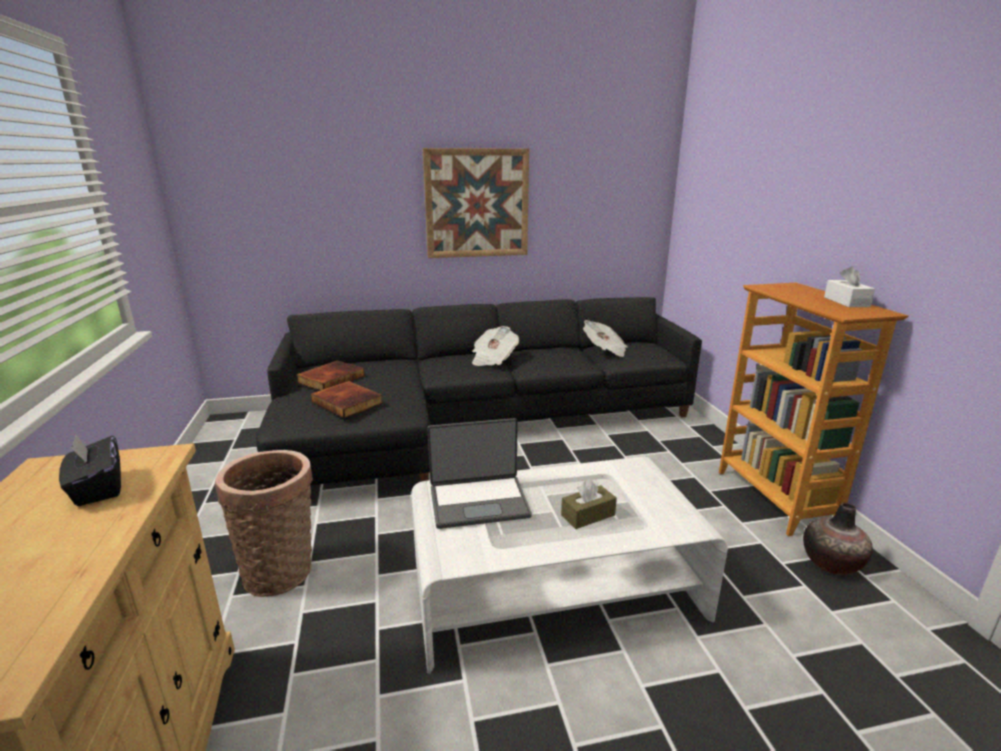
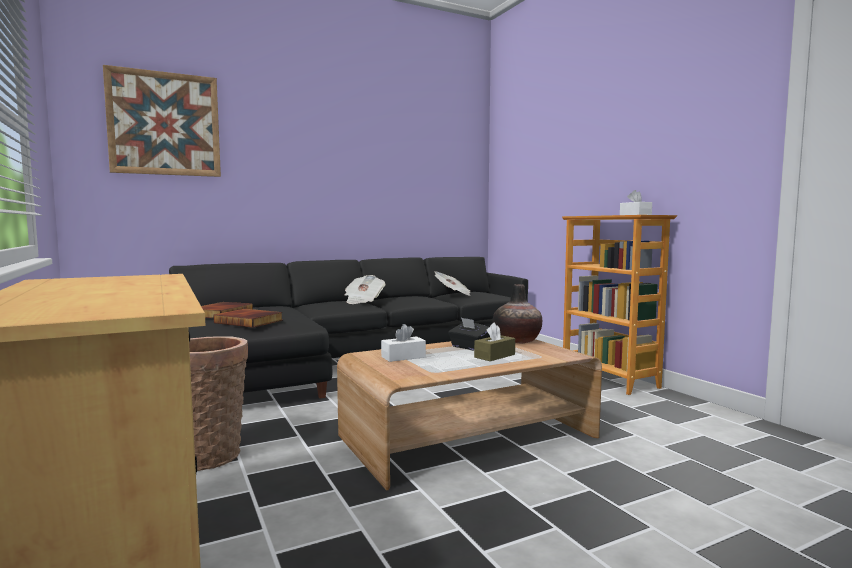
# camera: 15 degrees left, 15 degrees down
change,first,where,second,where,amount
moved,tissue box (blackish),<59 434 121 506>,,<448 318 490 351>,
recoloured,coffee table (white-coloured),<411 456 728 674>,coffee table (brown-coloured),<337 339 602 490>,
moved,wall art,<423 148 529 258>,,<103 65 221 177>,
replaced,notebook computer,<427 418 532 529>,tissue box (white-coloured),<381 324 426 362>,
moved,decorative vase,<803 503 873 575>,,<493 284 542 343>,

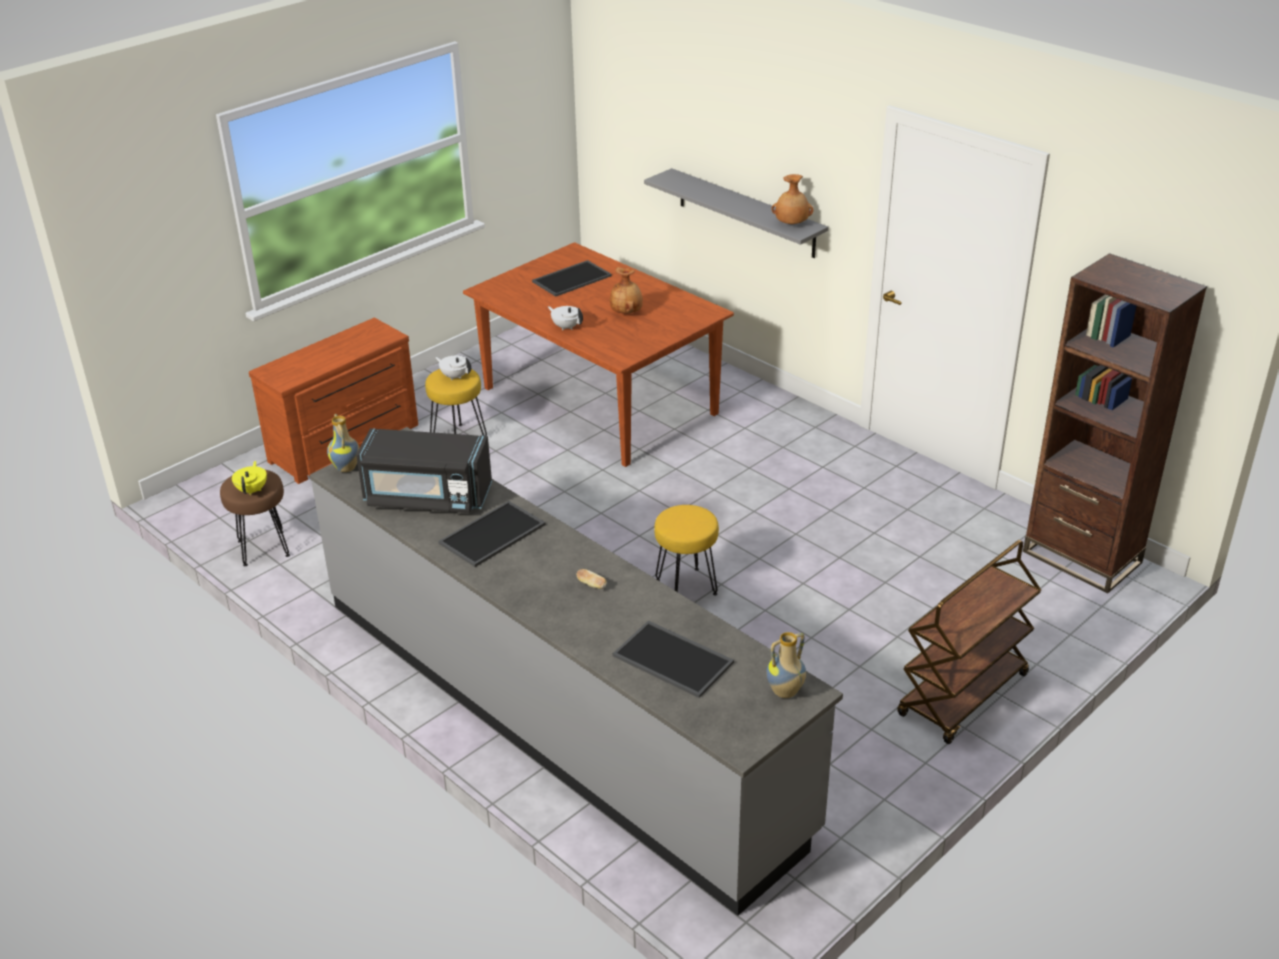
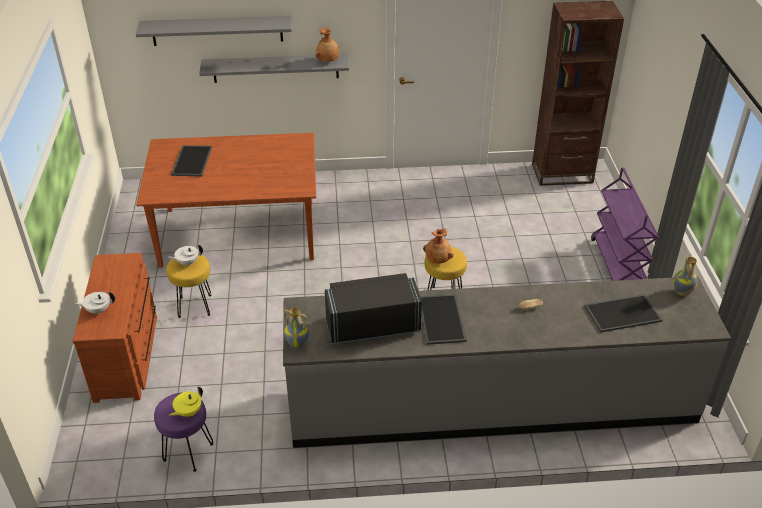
# camera: 50 degrees left, 5 degrees up
change,first,where,second,where,amount
recoloured,stool (brown-coloured),<220 469 290 566>,stool (purple-coloured),<154 393 213 472>,
turned,tea pot (yellowish),<232 461 267 495>,,<169 387 203 417>,90 degrees counterclockwise
turned,microwave (blackish),<356 428 492 513>,,<325 273 422 344>,150 degrees counterclockwise
moved,tea pot (white-coloured),<548 306 583 330>,,<75 292 115 315>,
moved,decorative vase (brown-coloured),<610 267 643 314>,,<423 229 454 264>,
recoloured,trolley (brown-coloured),<897 540 1041 744>,trolley (purple-coloured),<591 168 659 281>,
added,,,bracket shelf (greyish),<136 16 292 46>,

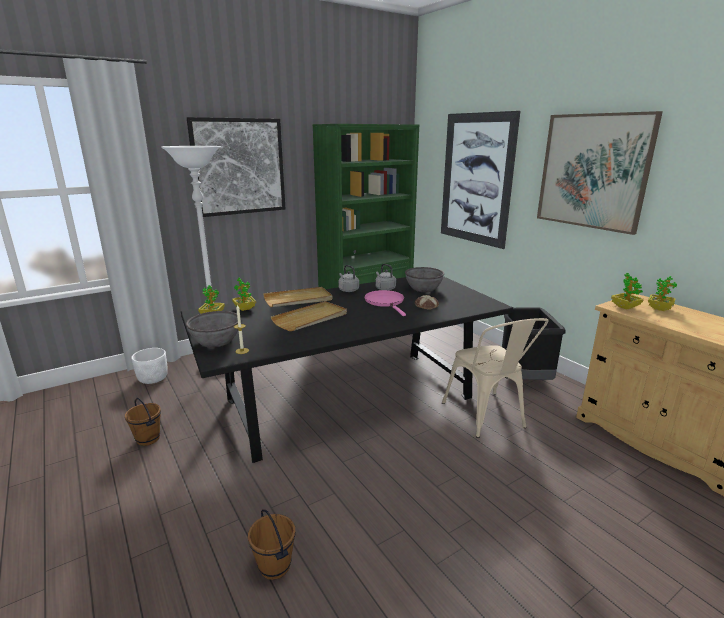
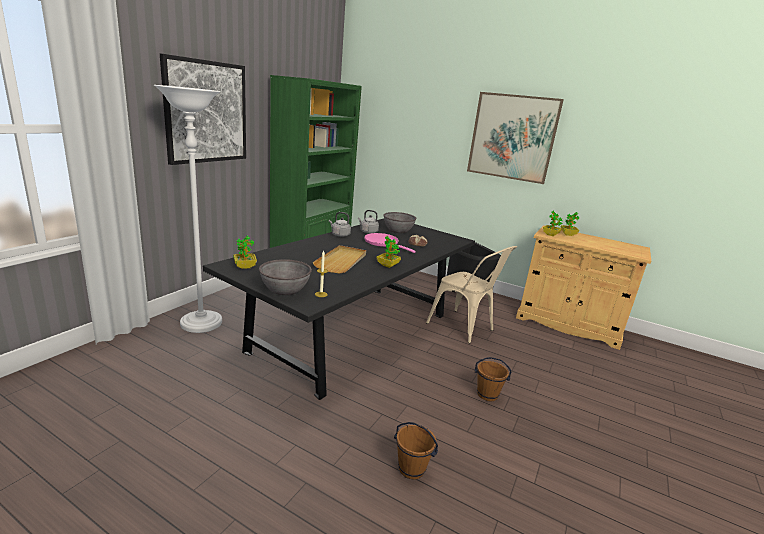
# camera: 30 degrees left, 0 degrees up
change,first,where,second,where,amount
moved,water bucket (brown-coloured),<125 398 161 446>,,<475 357 512 401>,
removed,planter (white-coloured),<131 348 168 384>,,,
moved,houseplant,<232 278 256 311>,,<377 236 401 268>,
removed,tray (beige-coloured),<263 287 332 307>,,,
removed,wall art,<441 111 520 249>,,,

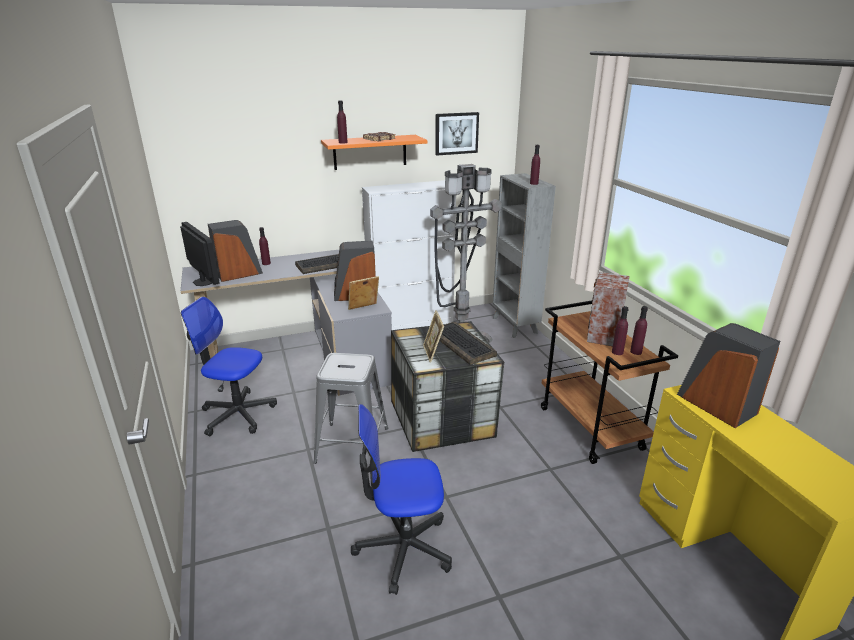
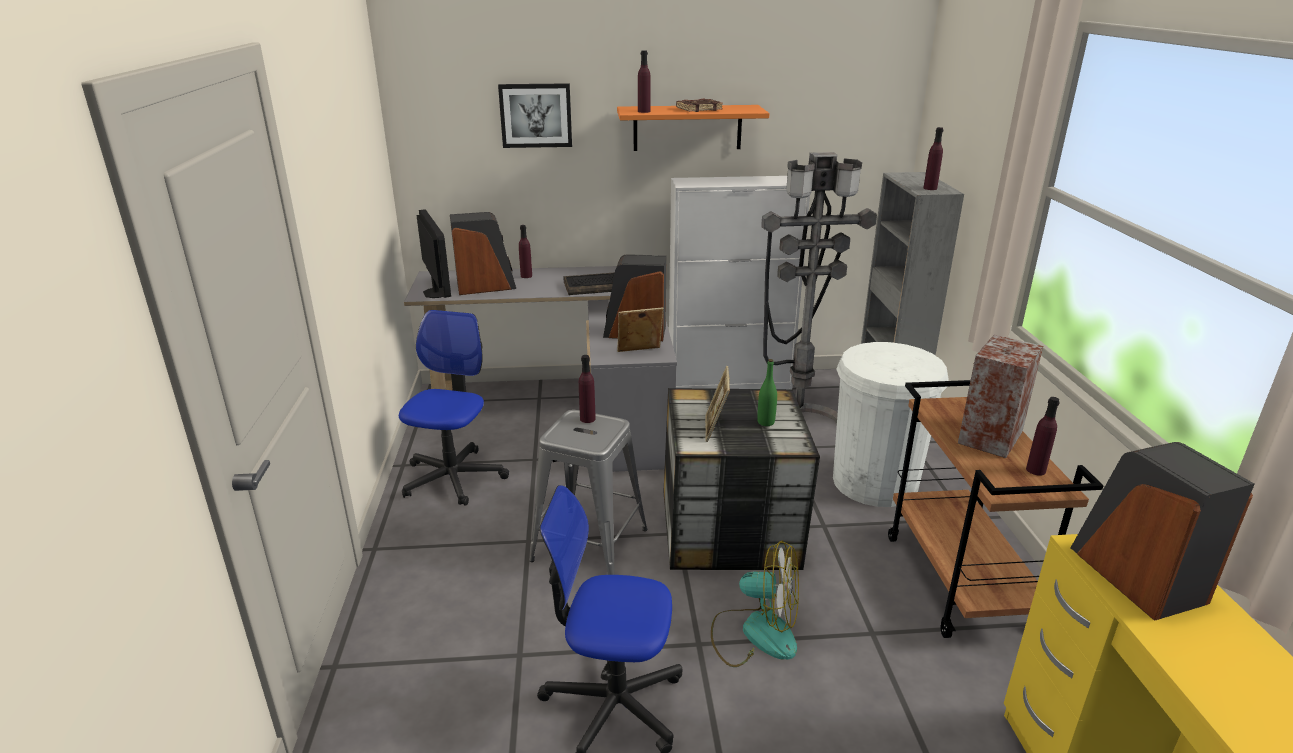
# camera: 15 degrees right, 0 degrees up
change,first,where,second,where,amount
turned,office chair,<181 297 277 436>,,<399 310 509 506>,75 degrees clockwise
moved,wall art,<435 112 479 155>,,<498 83 572 148>,
replaced,keyboard,<439 322 497 365>,drink bottle (greenish),<757 359 777 426>,
moved,drink bottle (purple-coloured),<612 306 628 355>,,<579 355 596 423>,
added,,,fan,<711 541 799 667>,
added,,,rubbish bin (white-coloured),<833 342 948 507>,

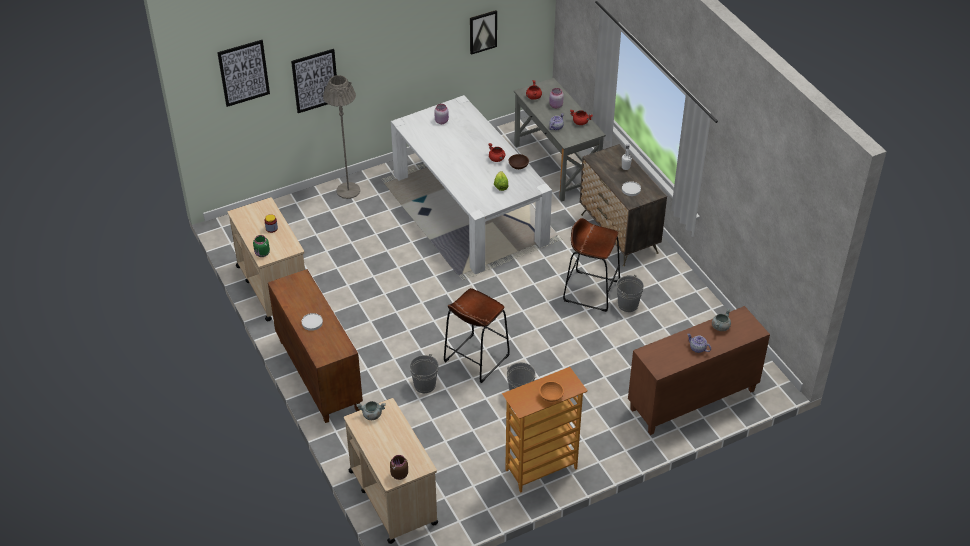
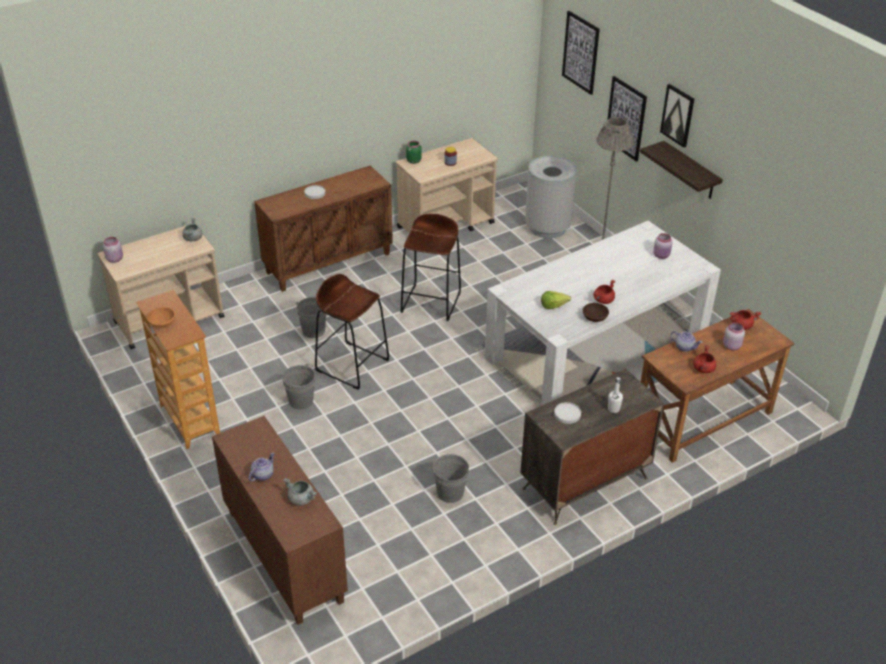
# camera: 85 degrees right, 5 degrees down
change,first,where,second,where,amount
recoloured,jar (brown-coloured),<390 455 408 480>,jar (pink),<103 237 123 263>,
moved,wall art,<470 10 497 55>,,<660 84 694 148>,
recoloured,desk unit (greyish),<514 78 606 202>,desk unit (brown-coloured),<641 309 795 463>,
moved,stool (brown-coloured),<563 218 620 312>,,<400 214 461 321>,
added,,,rubbish bin (greyish),<525 156 577 238>,
added,,,bracket shelf,<640 141 723 199>,

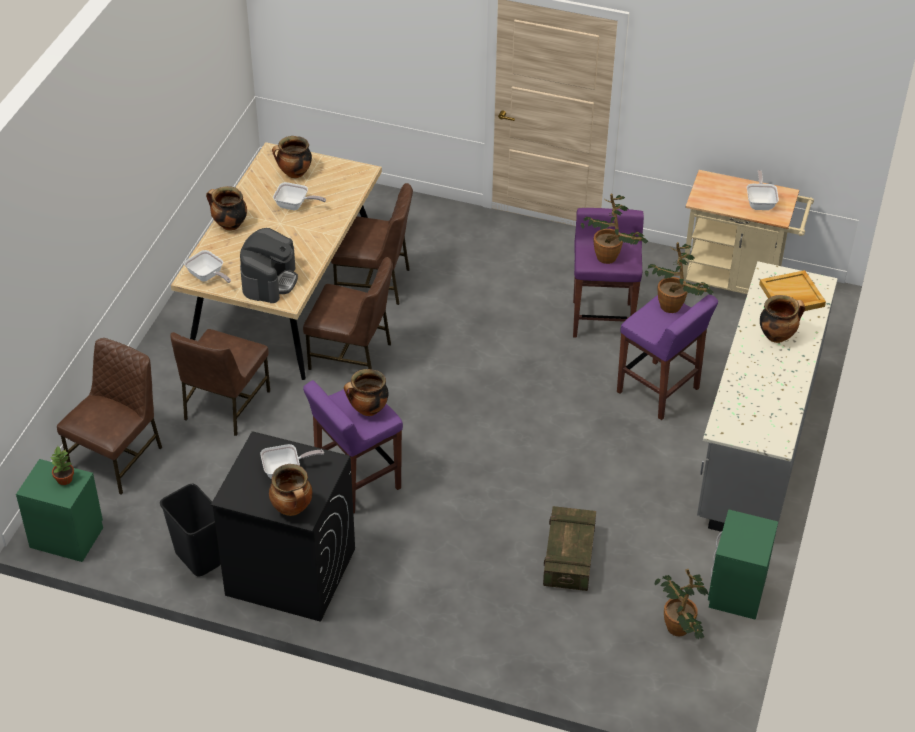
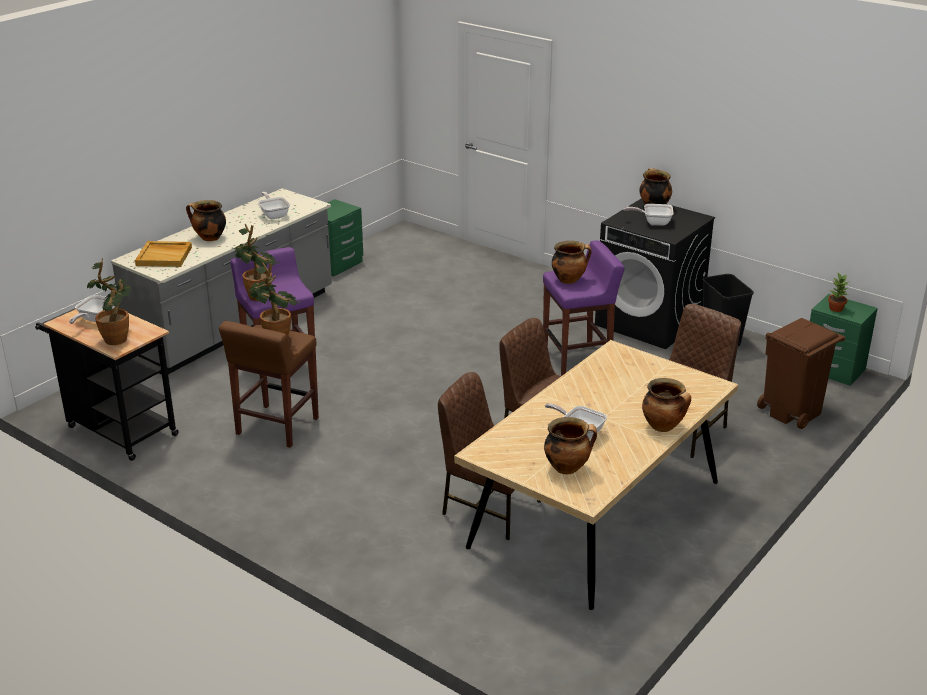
# camera: 160 degrees left, 15 degrees down
change,first,where,second,where,amount
replaced,upright chair (brown-coloured),<57 338 162 495>,rubbish bin (brown-coloured),<757 318 845 429>,
moved,skillet,<184 250 231 283>,,<258 192 290 219>,
removed,coffee brewer,<240 228 298 303>,,,
removed,shipping crate,<543 506 596 591>,,,
recoloured,stool (purple-coloured),<573 208 644 338>,stool (brown-coloured),<219 321 319 448>,
moved,houseplant,<655 569 708 639>,,<87 258 131 345>,
recoloured,trolley (beige-coloured),<683 170 814 294>,trolley (blackish),<35 308 179 461>,

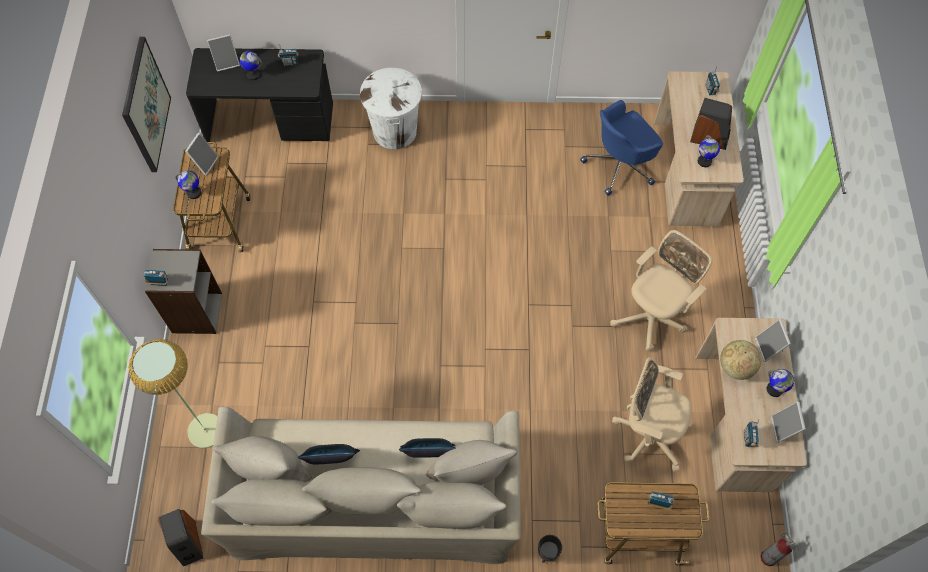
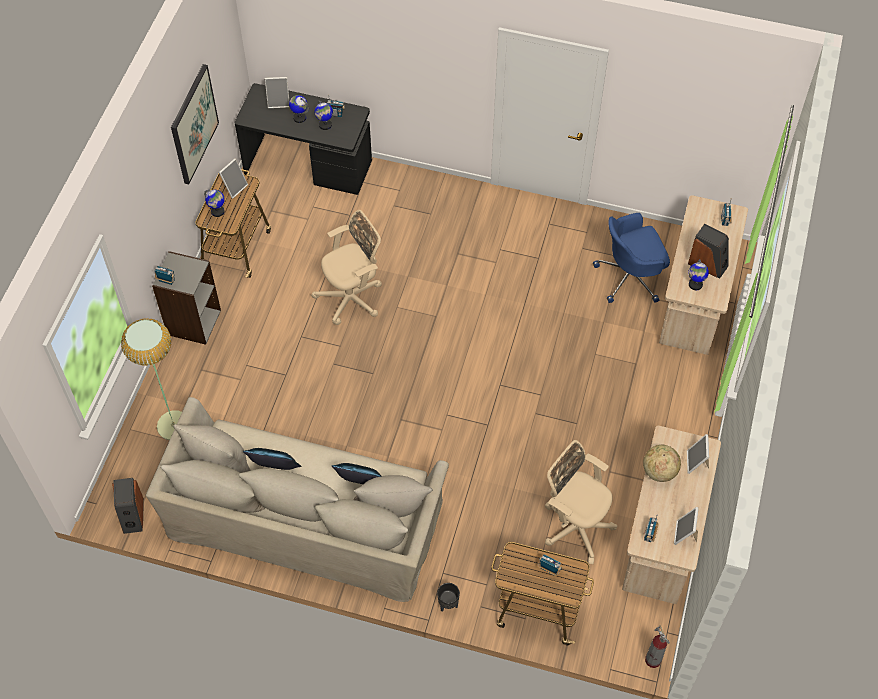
# camera: 15 degrees right, 5 degrees down
change,first,where,second,where,amount
removed,rubbish bin (white-coloured),<360 68 422 149>,,,
moved,office chair (beige-coloured),<610 230 712 351>,,<311 210 382 325>,
moved,desk globe,<767 369 794 397>,,<315 101 333 130>,

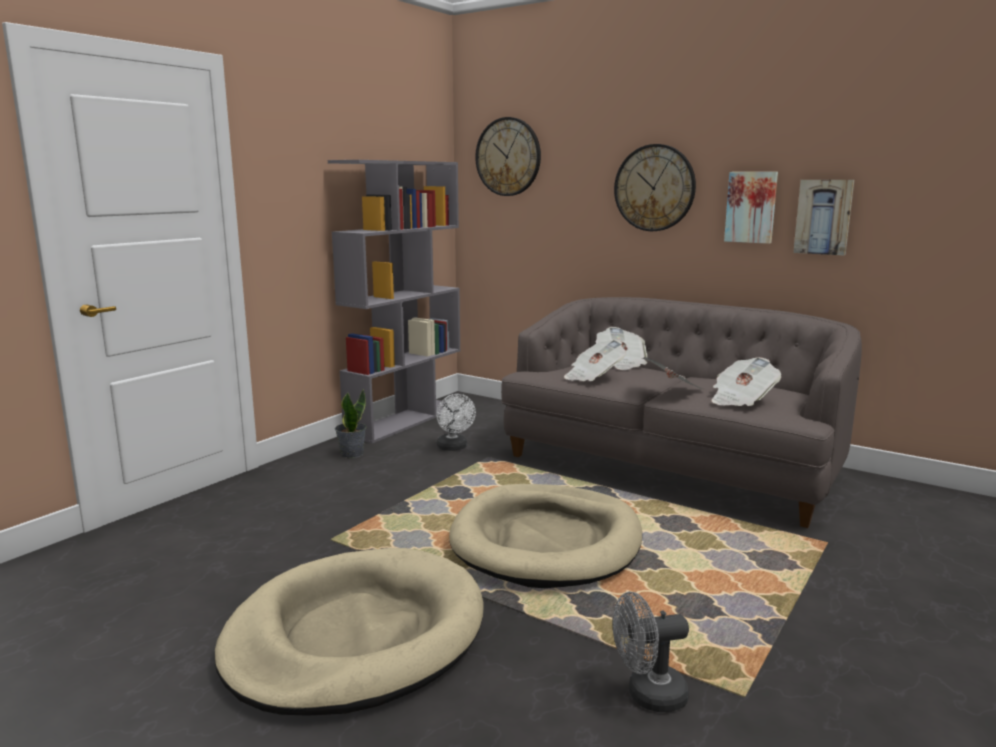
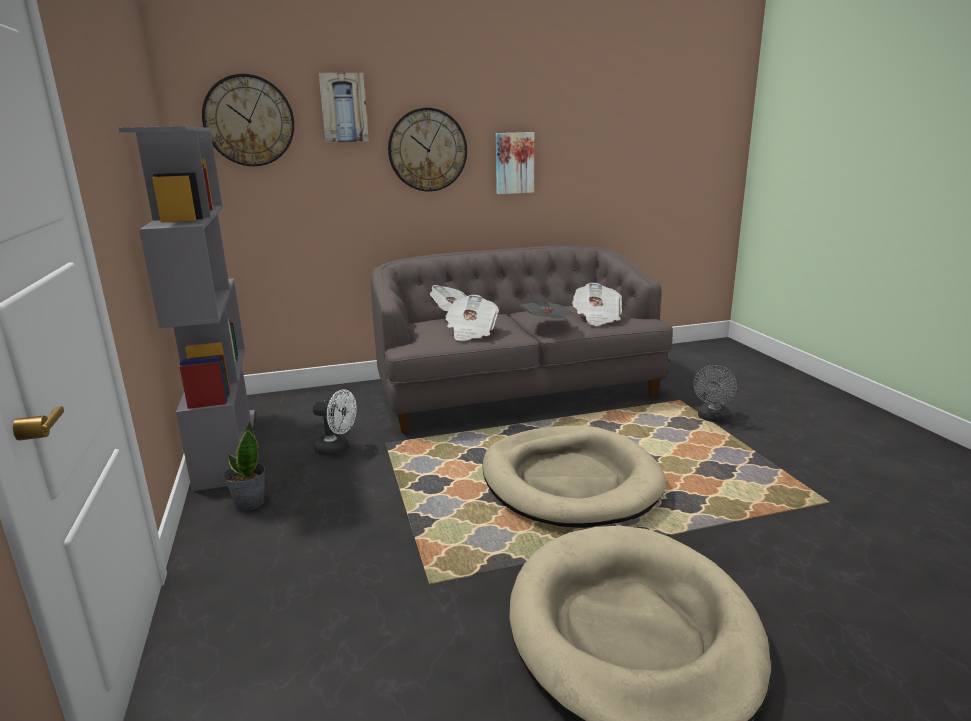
# camera: 50 degrees left, 5 degrees up
change,first,where,second,where,amount
moved,fan (greyish),<613 592 689 712>,,<693 365 738 423>,
moved,wall art,<793 180 854 256>,,<319 73 369 142>,

